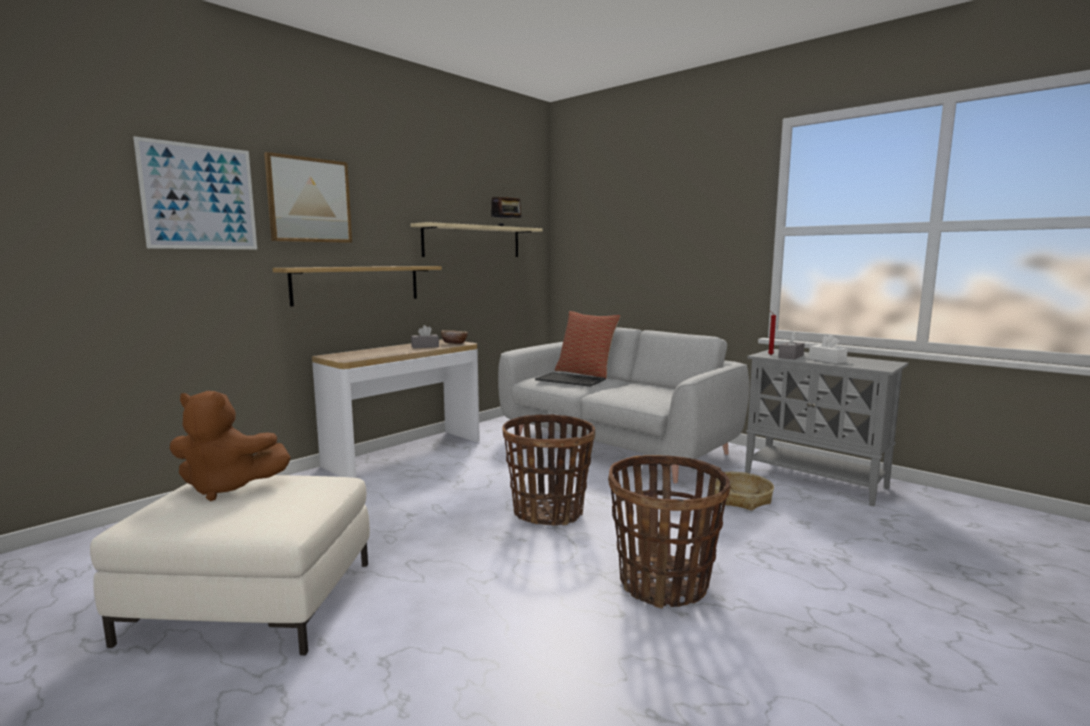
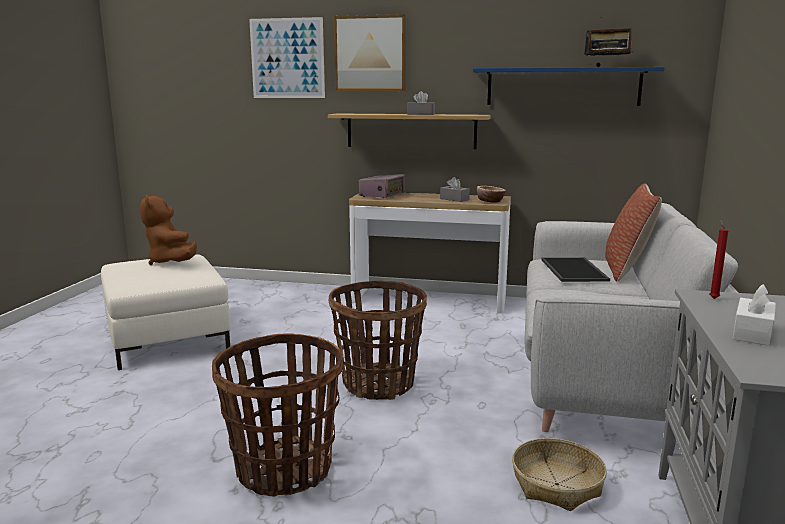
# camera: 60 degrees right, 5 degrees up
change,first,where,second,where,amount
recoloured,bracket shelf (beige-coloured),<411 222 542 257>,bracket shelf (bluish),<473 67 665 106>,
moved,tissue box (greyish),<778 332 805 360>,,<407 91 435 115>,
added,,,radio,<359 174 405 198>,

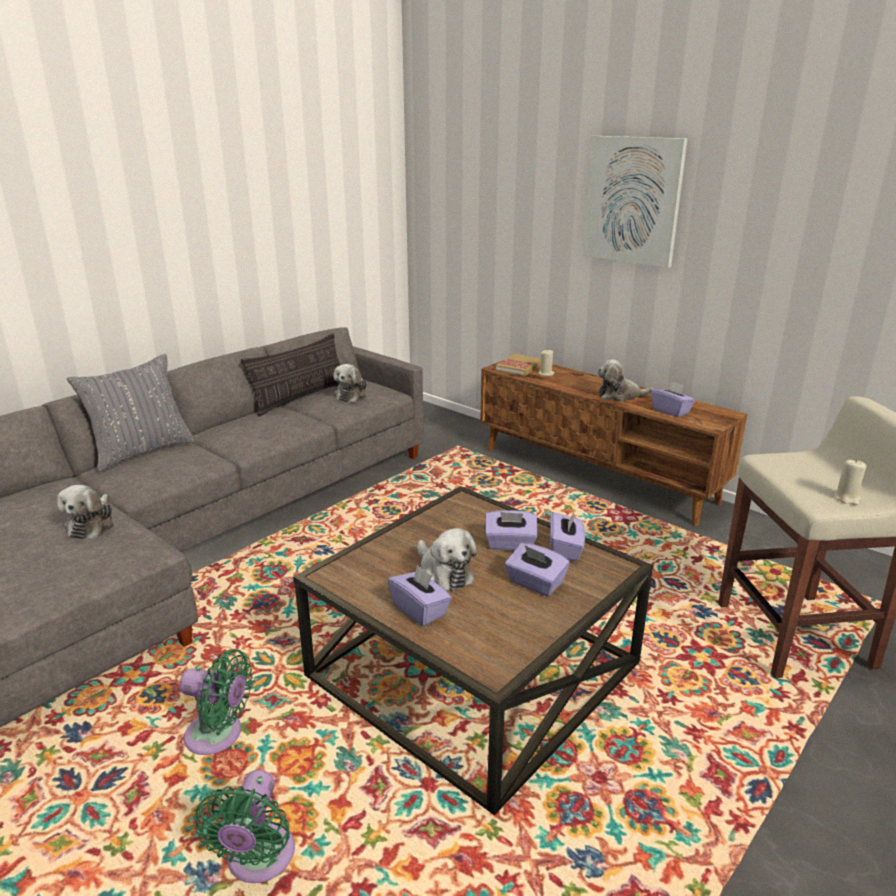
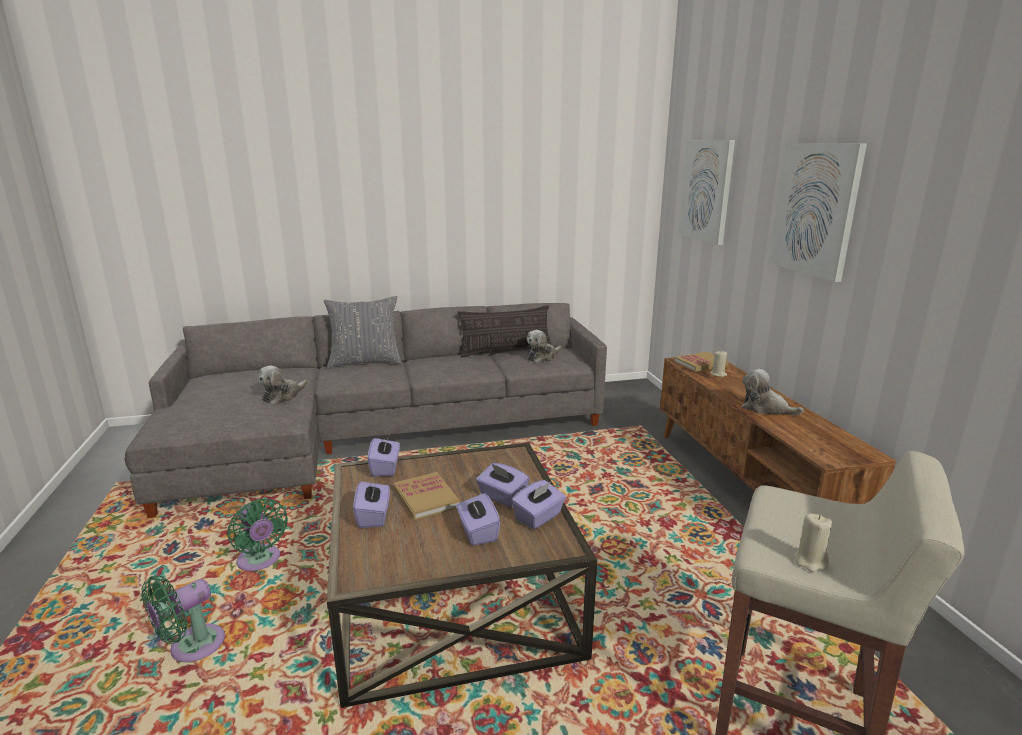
# camera: 35 degrees right, 5 degrees down
change,first,where,second,where,amount
replaced,soft toy,<417 528 477 591>,book,<393 472 460 520>,
moved,tissue box (purple-coloured),<651 381 695 417>,,<368 436 400 477>,
added,,,wall art,<678 140 735 245>,

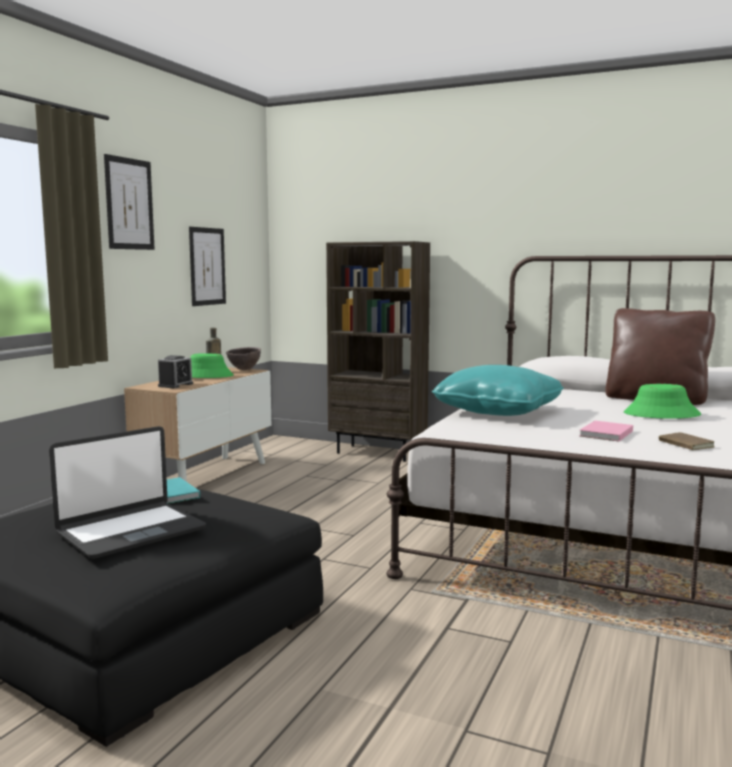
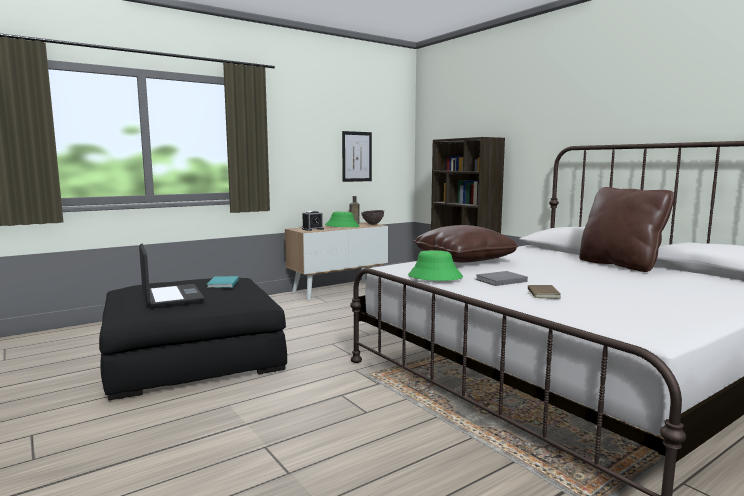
# camera: 30 degrees right, 0 degrees up
change,first,where,second,where,amount
turned,notebook computer,<49 426 206 559>,,<139 243 204 307>,105 degrees counterclockwise
removed,wall art,<104 154 155 250>,,,
recoloured,cushion (turquoise-coloured),<432 365 564 416>,cushion (brown-coloured),<414 225 518 263>,
recoloured,book (pink),<579 421 633 442>,book (greyish),<476 271 528 286>,
moved,wearable hat (greenish),<624 384 701 419>,,<408 250 463 281>,

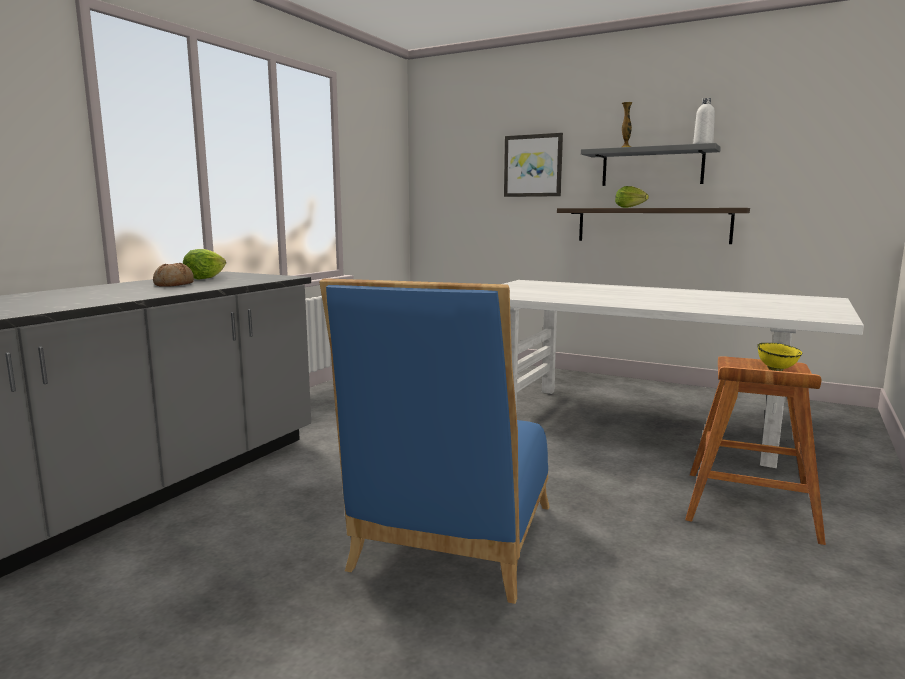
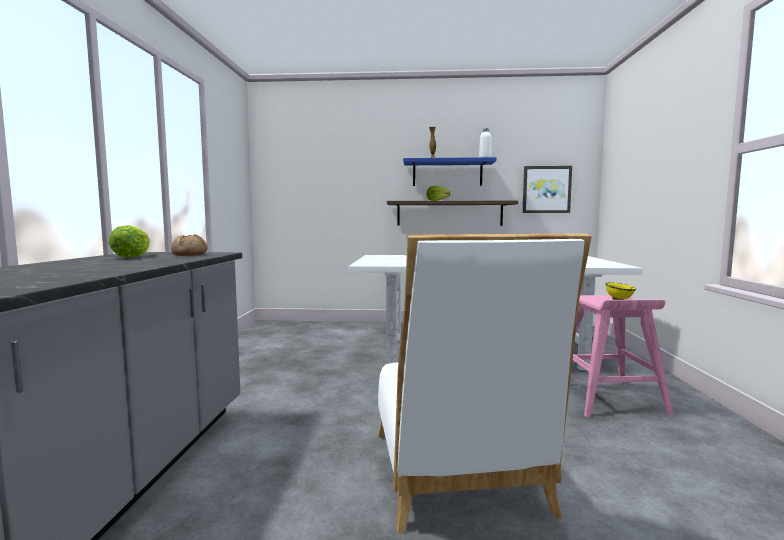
# camera: 25 degrees left, 5 degrees down
change,first,where,second,where,amount
moved,baked bread,<153 263 194 287>,,<171 235 208 256>,
recoloured,upright chair (bluish),<319 278 550 604>,upright chair (white-coloured),<378 233 592 534>,
moved,wall art,<504 133 563 197>,,<523 166 572 213>,
recoloured,bracket shelf (greyish),<581 143 721 186>,bracket shelf (bluish),<403 157 496 186>,
recoloured,stool (brown-coloured),<686 356 826 545>,stool (pink),<573 295 674 417>,

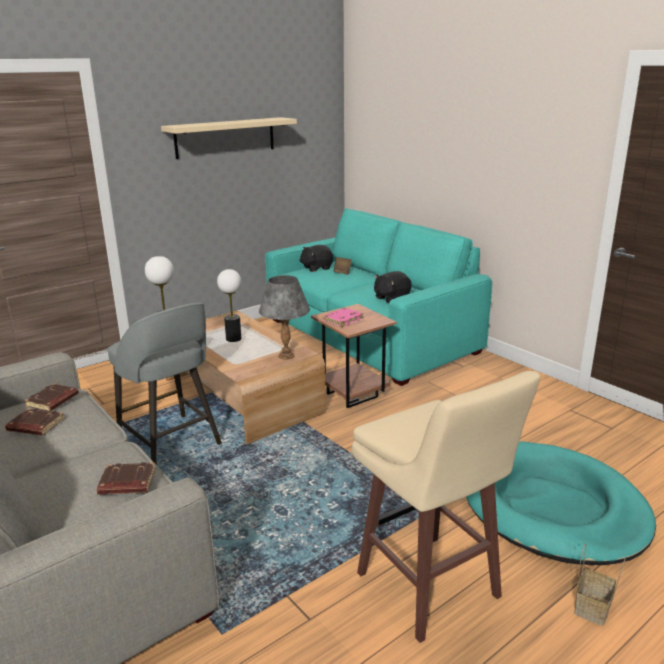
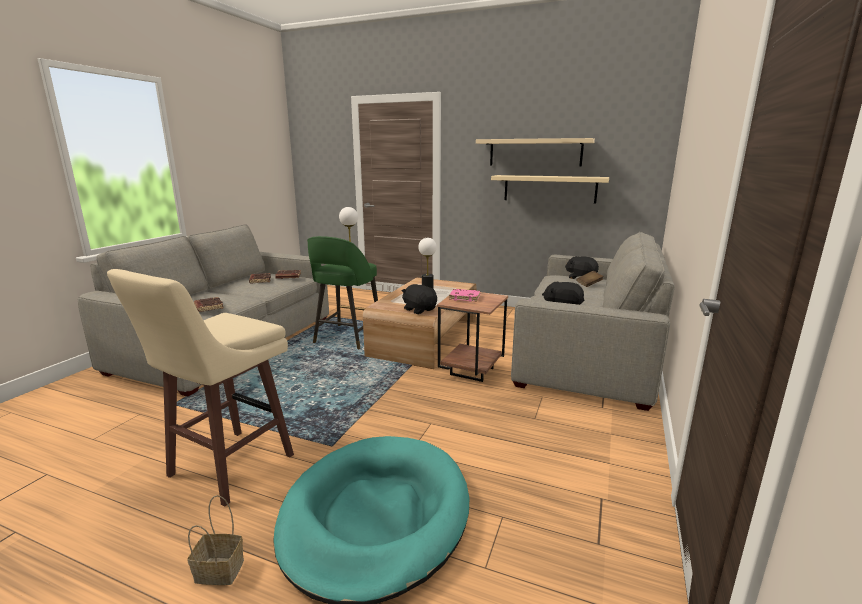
# camera: 60 degrees right, 5 degrees down
change,first,where,second,where,amount
recoloured,stool (greyish),<108 303 222 464>,stool (greenish),<307 236 378 349>,
replaced,lamp for a table (greyish),<259 275 310 360>,soft toy (blackish),<402 284 437 314>,
recoloured,sofa (turquoise-coloured),<265 208 492 386>,sofa (greyish),<511 232 675 411>,
added,,,bracket shelf (beige-coloured),<491 175 609 204>,

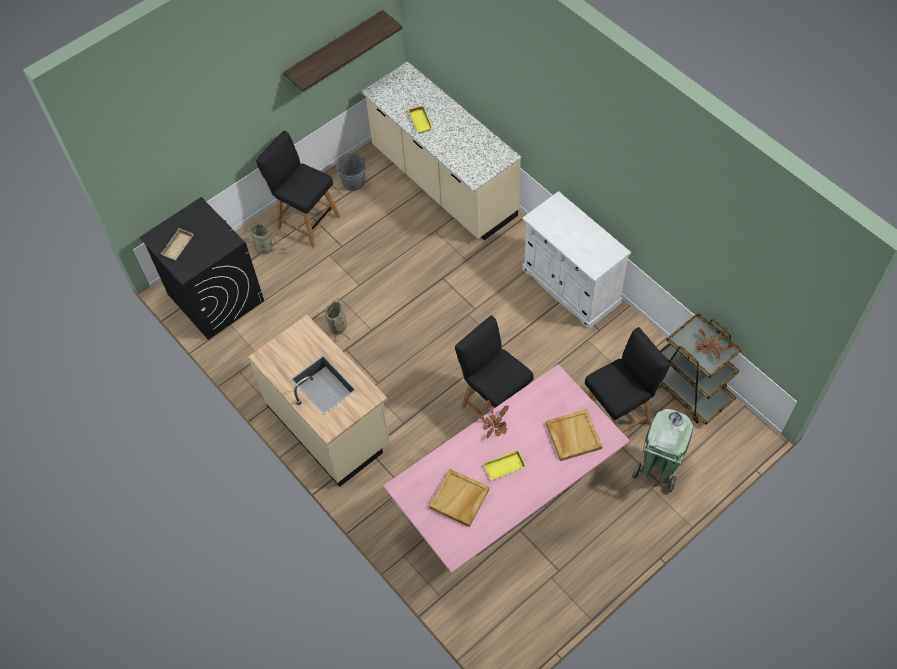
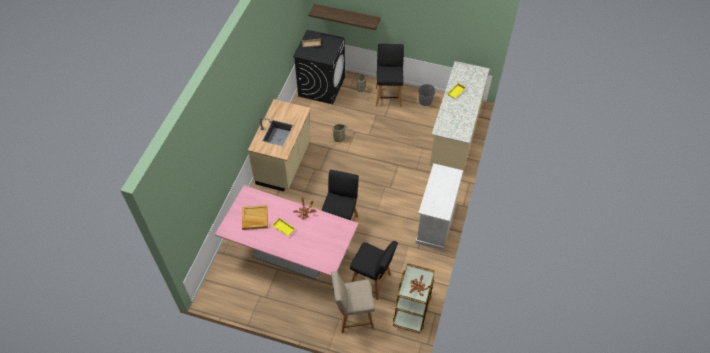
# camera: 55 degrees right, 5 degrees down
change,first,where,second,where,amount
moved,bracket shelf,<284 10 402 92>,,<308 4 381 30>,
removed,tray (beige-coloured),<546 409 602 461>,,,
replaced,rubbish bin (greenish),<632 409 693 492>,upright chair (beige-coloured),<331 271 375 333>,

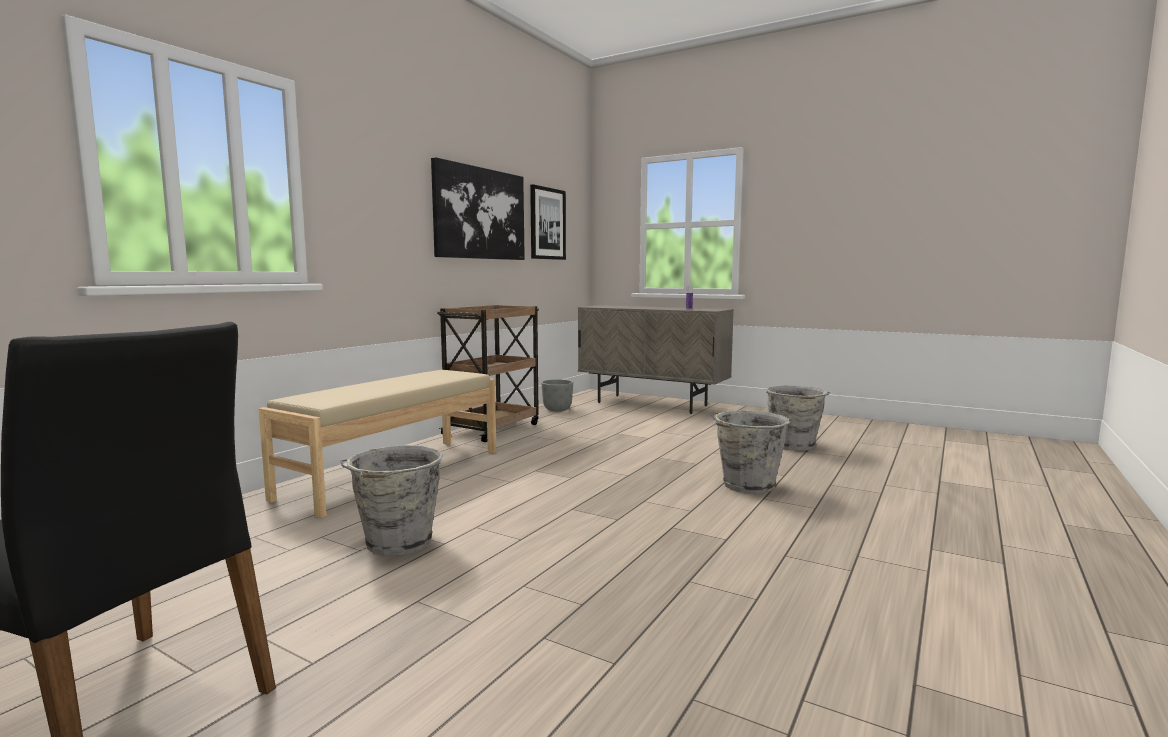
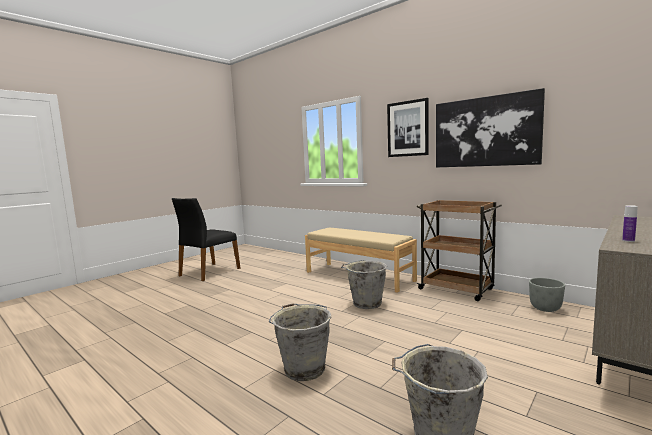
# camera: 100 degrees right, 0 degrees up
change,first,where,second,where,amount
moved,water bucket (greyish),<340 445 443 556>,,<341 260 387 309>,
moved,wall art,<530 184 566 260>,,<387 98 429 157>,

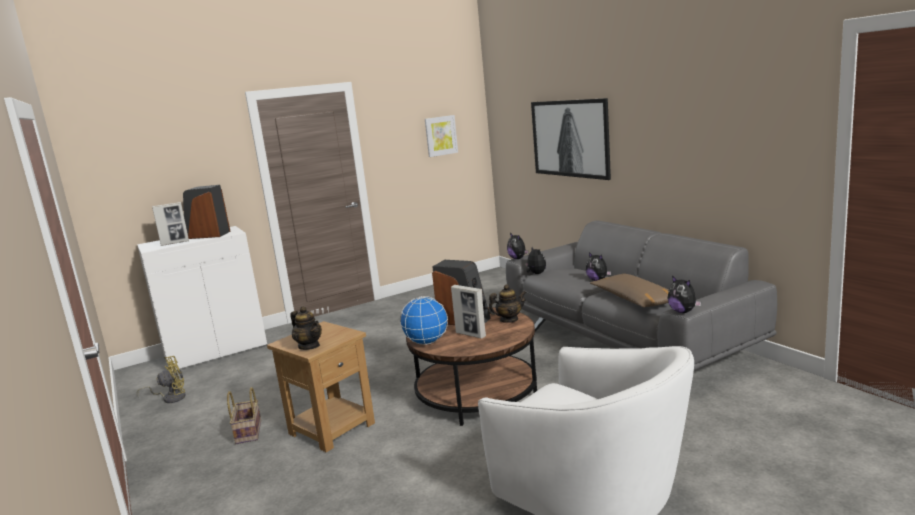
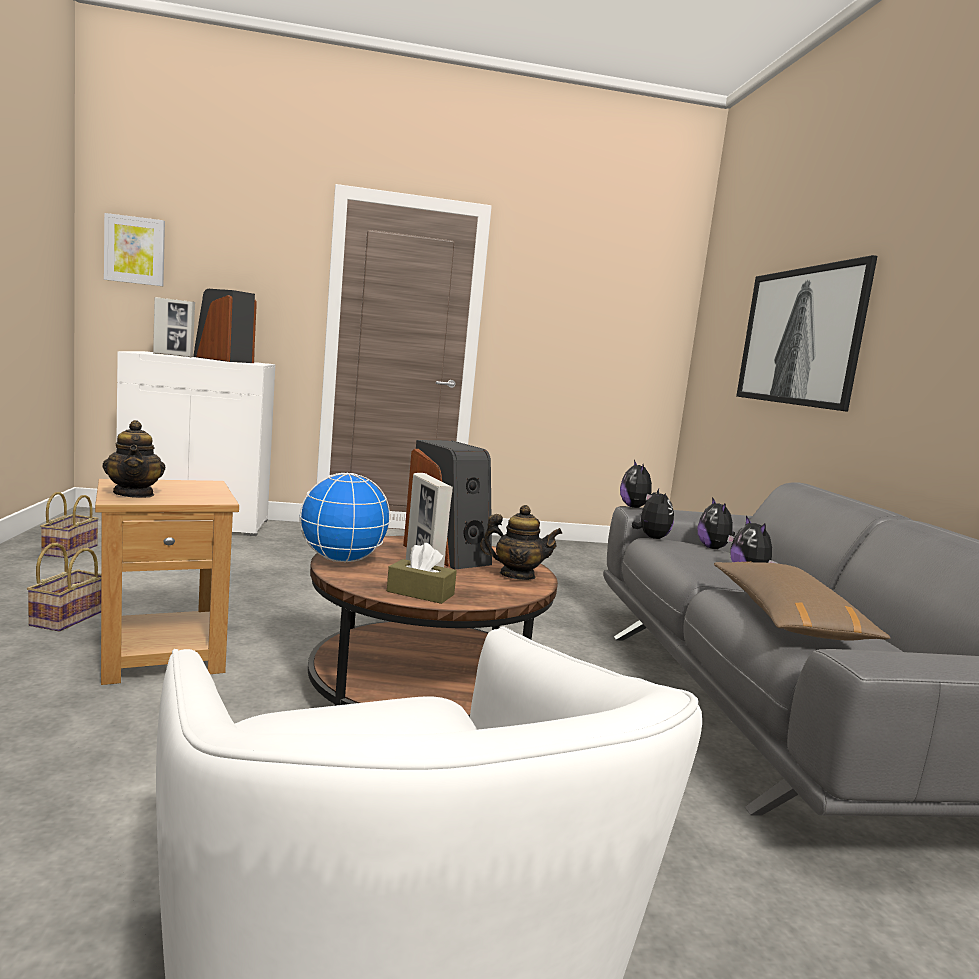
# camera: 20 degrees right, 5 degrees down
change,first,where,second,where,amount
replaced,fan (yellowish),<137 356 185 403>,basket,<40 492 99 558>,
moved,wall art,<425 115 458 157>,,<104 213 165 286>,
moved,soft toy,<668 276 702 313>,,<698 497 735 549>,
added,,,tissue box (brown-coloured),<387 543 457 604>,

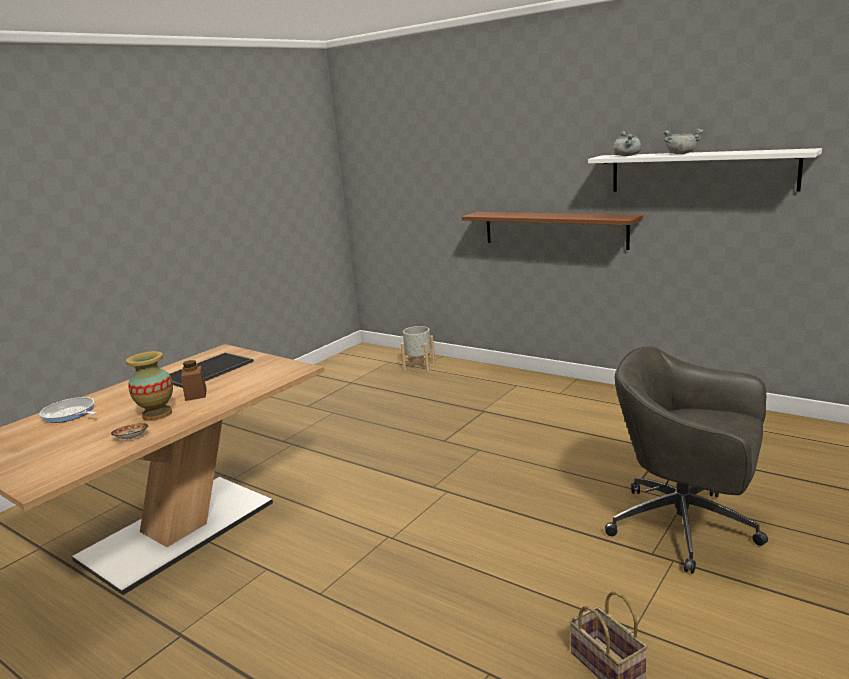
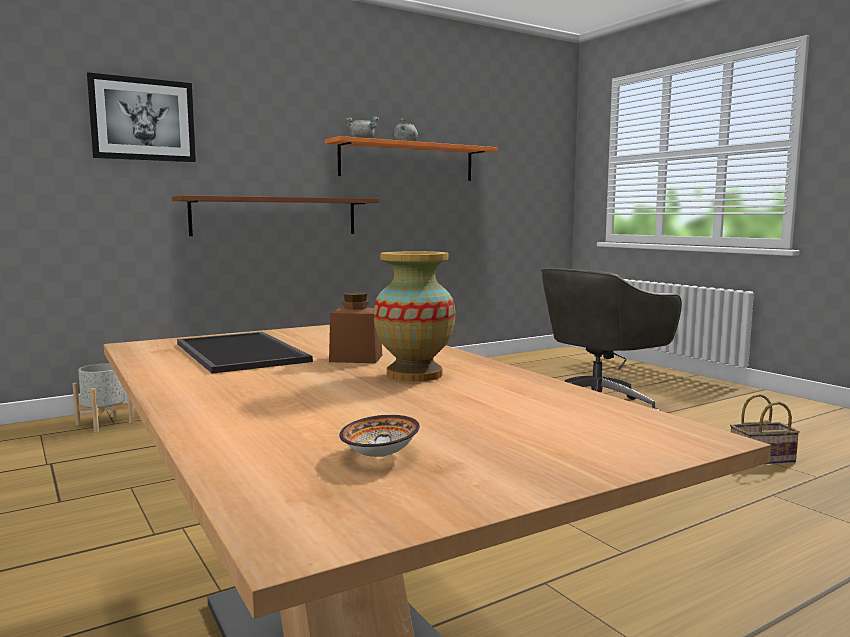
# camera: 70 degrees left, 10 degrees down
change,first,where,second,where,amount
removed,skillet,<39 397 97 423>,,,
moved,serving bowl,<111 423 149 439>,,<339 415 420 457>,
recoloured,bracket shelf (white-coloured),<588 148 822 192>,bracket shelf (orange),<325 136 498 181>,
added,,,wall art,<87 72 196 162>,

